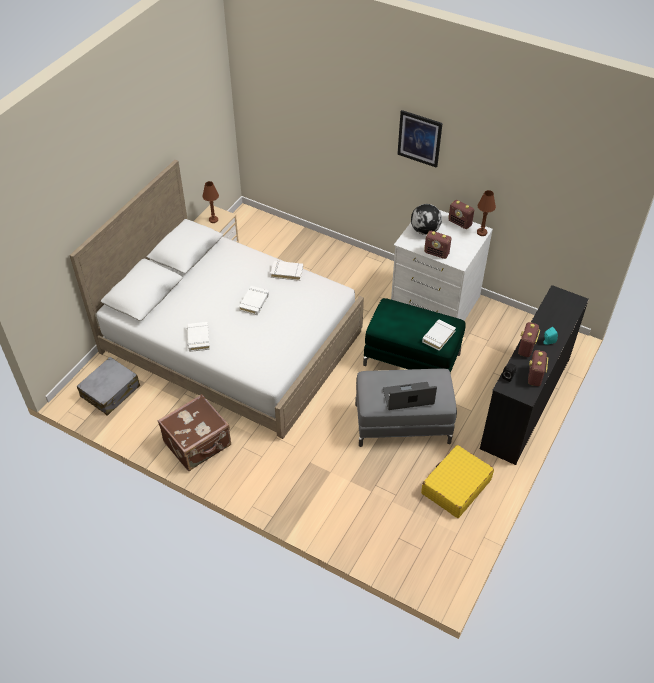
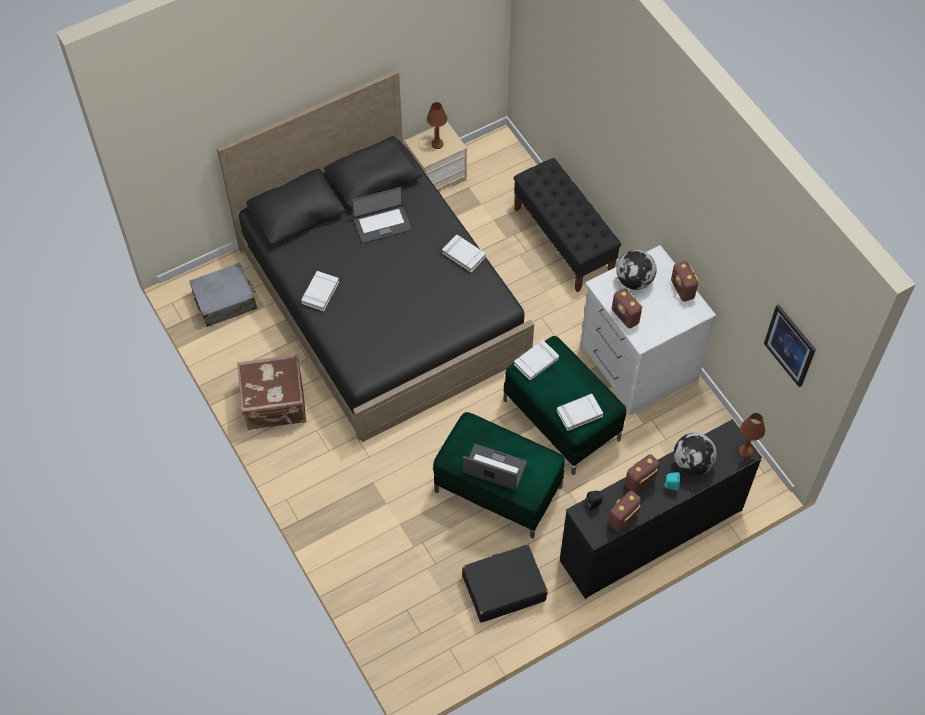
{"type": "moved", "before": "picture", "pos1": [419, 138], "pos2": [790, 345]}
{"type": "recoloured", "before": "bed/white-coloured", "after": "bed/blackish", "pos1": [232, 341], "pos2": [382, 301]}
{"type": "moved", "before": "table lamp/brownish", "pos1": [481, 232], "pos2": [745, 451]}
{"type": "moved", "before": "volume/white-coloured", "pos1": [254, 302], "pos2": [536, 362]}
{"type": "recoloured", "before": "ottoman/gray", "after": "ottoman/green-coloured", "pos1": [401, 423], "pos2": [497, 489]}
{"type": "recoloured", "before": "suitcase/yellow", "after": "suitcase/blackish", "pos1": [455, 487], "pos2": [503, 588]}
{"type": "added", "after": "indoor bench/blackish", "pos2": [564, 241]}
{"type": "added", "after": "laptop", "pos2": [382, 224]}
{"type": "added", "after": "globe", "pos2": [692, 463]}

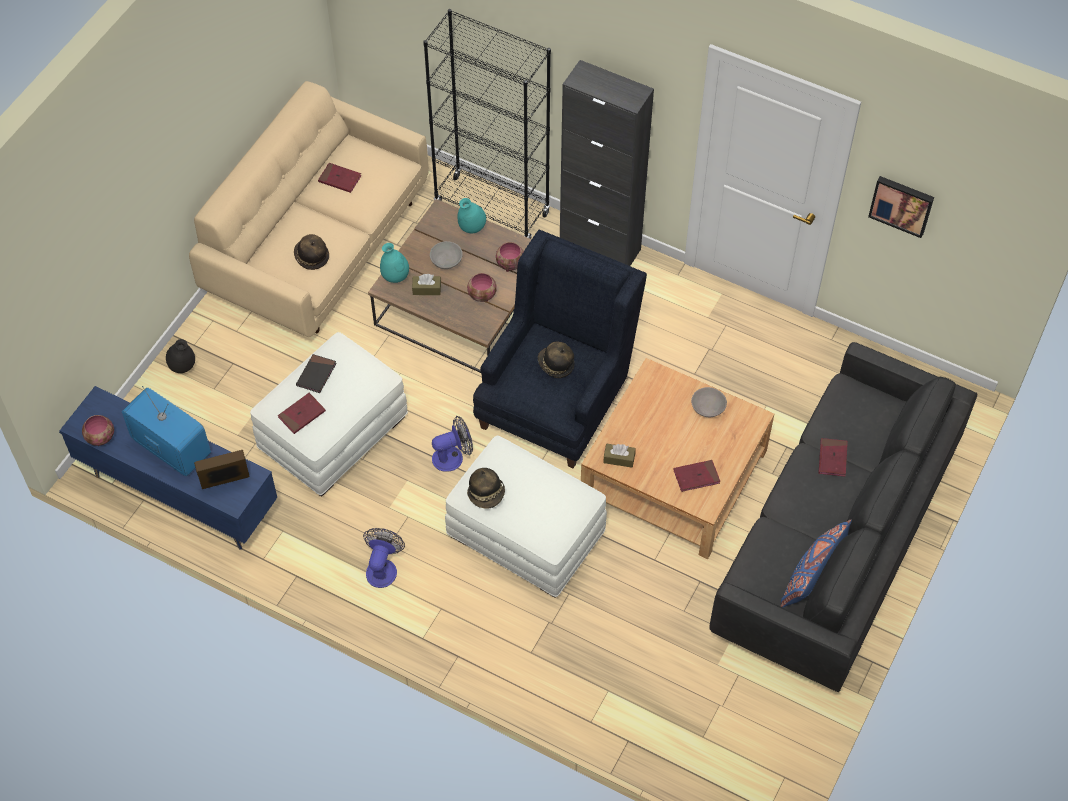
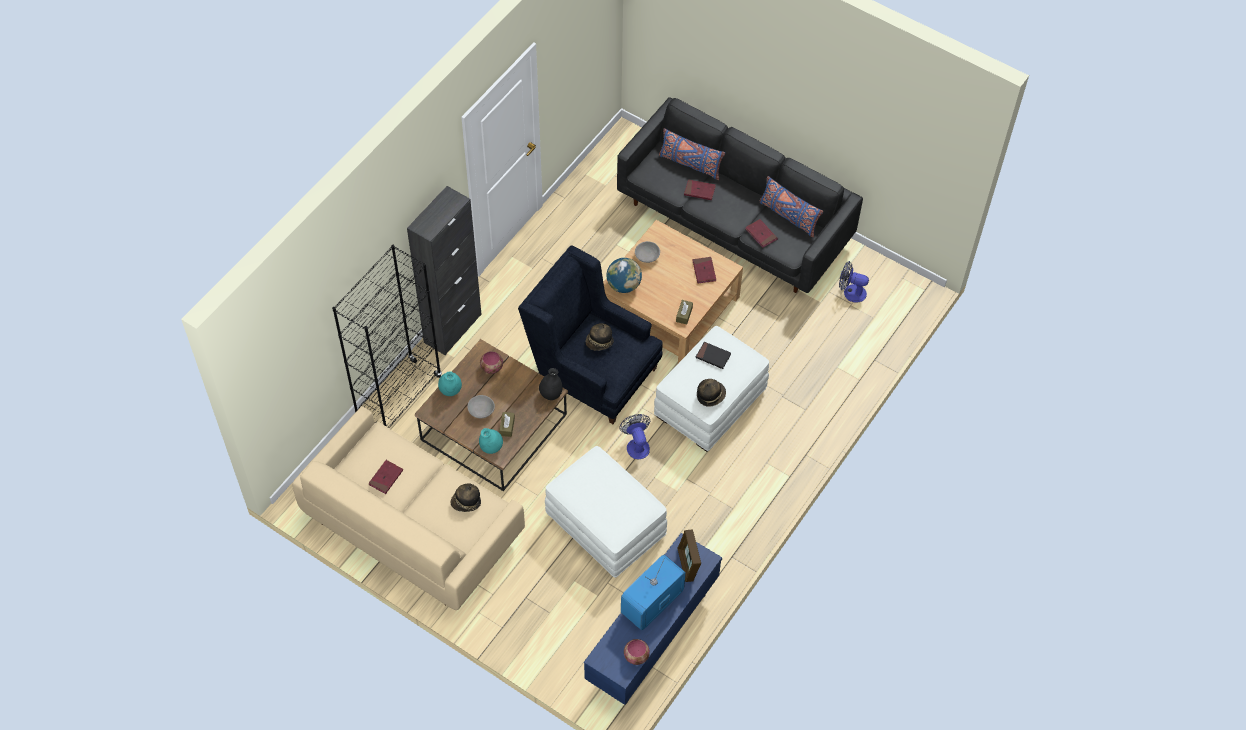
{"type": "removed", "before": "picture", "pos1": [902, 204]}
{"type": "removed", "before": "serving bowl", "pos1": [482, 295]}
{"type": "moved", "before": "decorative vase/blackish", "pos1": [182, 366], "pos2": [551, 394]}
{"type": "moved", "before": "volume/blackish", "pos1": [316, 375], "pos2": [713, 356]}
{"type": "moved", "before": "volume/reddish", "pos1": [302, 414], "pos2": [761, 234]}
{"type": "moved", "before": "fan", "pos1": [383, 567], "pos2": [850, 292]}
{"type": "added", "after": "cushion/blue-coloured", "pos2": [690, 164]}
{"type": "added", "after": "globe", "pos2": [623, 285]}

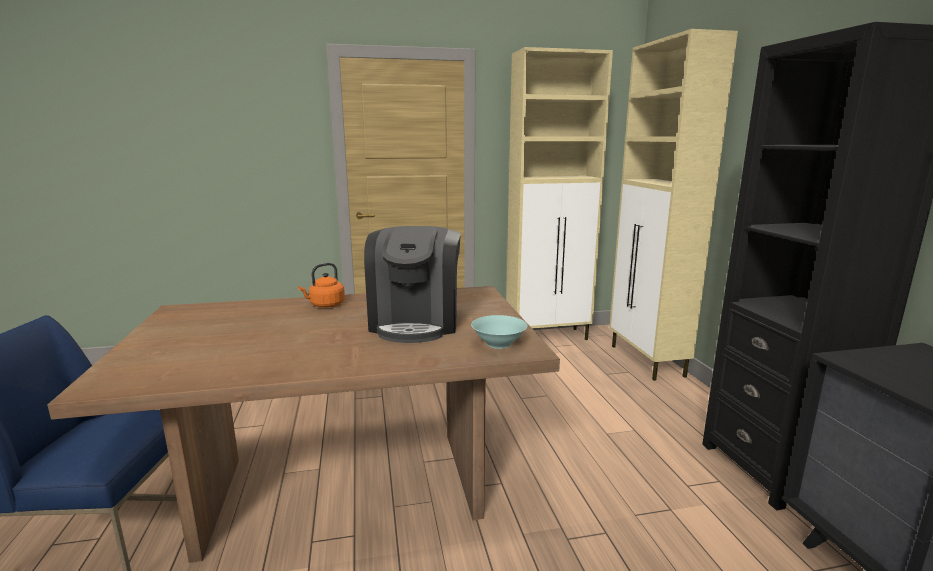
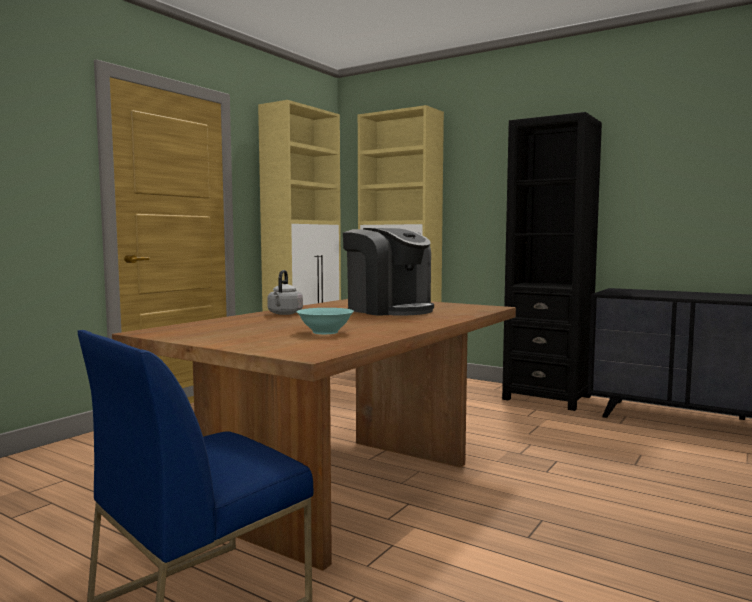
{"type": "recoloured", "before": "tea kettle/orange", "after": "tea kettle/gray", "pos1": [325, 305], "pos2": [284, 314]}
{"type": "moved", "before": "serving bowl/blue-green", "pos1": [499, 344], "pos2": [326, 332]}

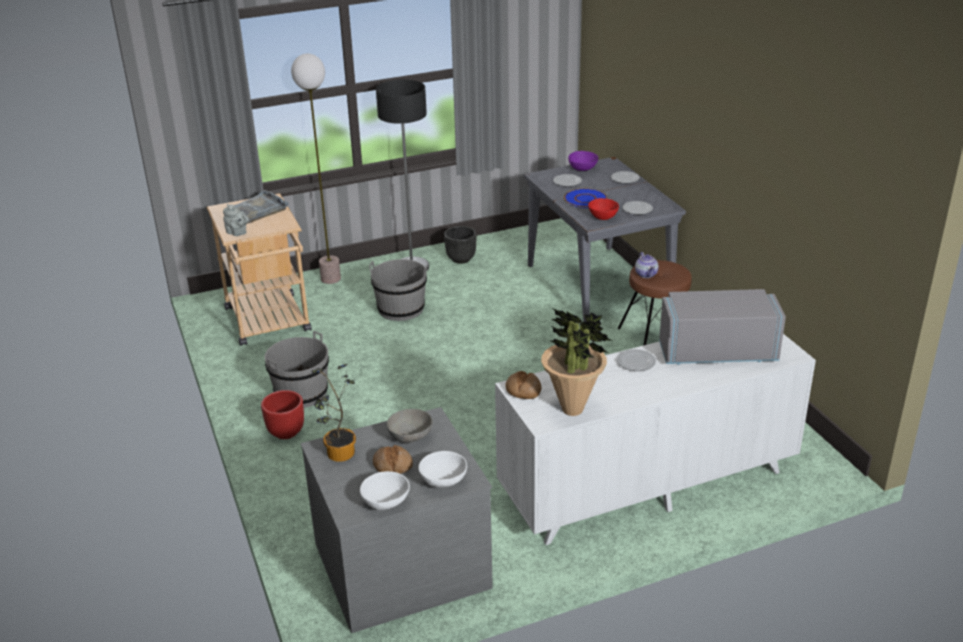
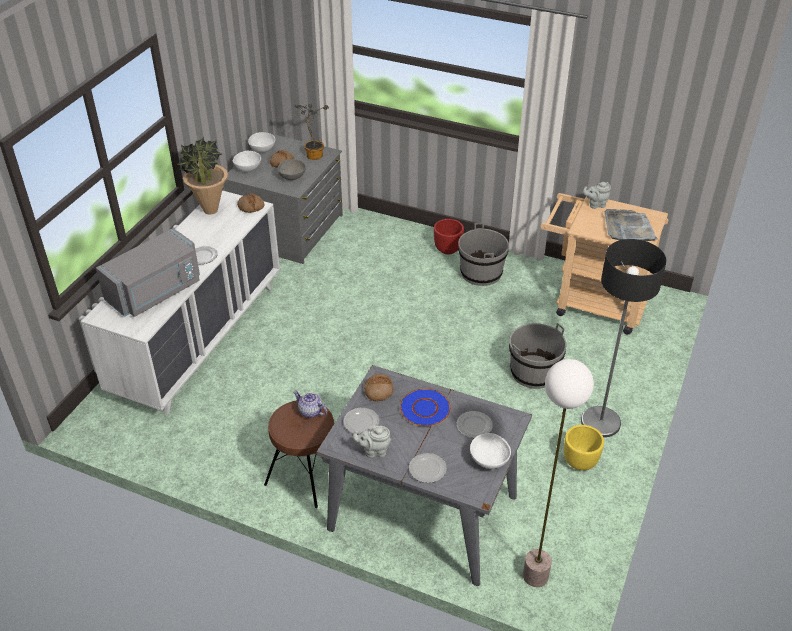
{"type": "moved", "before": "standing lamp", "pos1": [331, 278], "pos2": [536, 576]}
{"type": "recoloured", "before": "serving bowl/purplish", "after": "serving bowl/white-coloured", "pos1": [582, 169], "pos2": [488, 459]}
{"type": "replaced", "before": "serving bowl/reddish", "after": "bread", "pos1": [603, 218], "pos2": [378, 390]}
{"type": "recoloured", "before": "plant pot/blackish", "after": "plant pot/yellow", "pos1": [461, 259], "pos2": [580, 462]}
{"type": "added", "after": "pot for tea/gray", "pos2": [374, 451]}

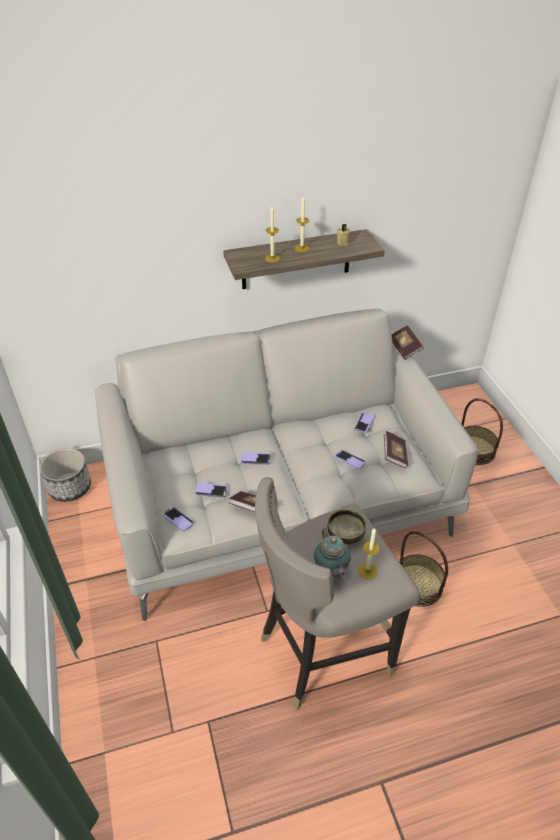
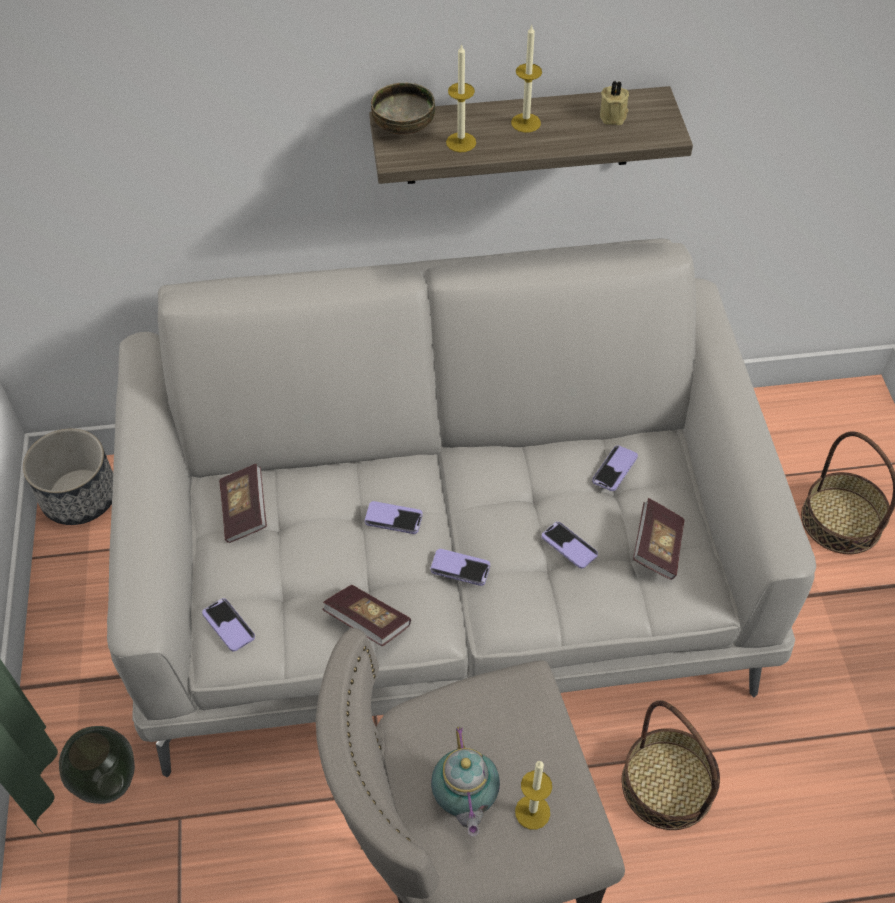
{"type": "moved", "before": "volume", "pos1": [404, 348], "pos2": [245, 512]}
{"type": "moved", "before": "handset", "pos1": [211, 490], "pos2": [460, 568]}
{"type": "moved", "before": "serving bowl", "pos1": [345, 535], "pos2": [403, 128]}
{"type": "added", "after": "decorative vase", "pos2": [109, 784]}

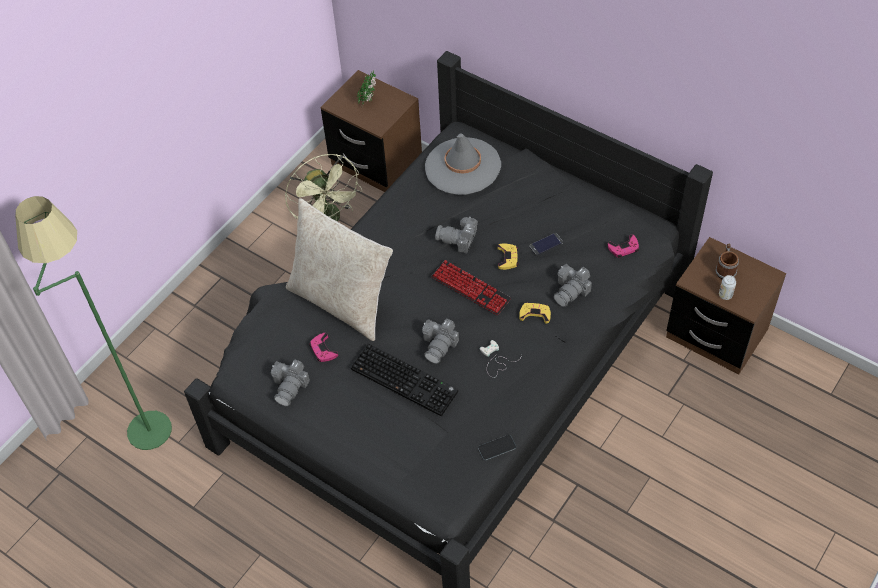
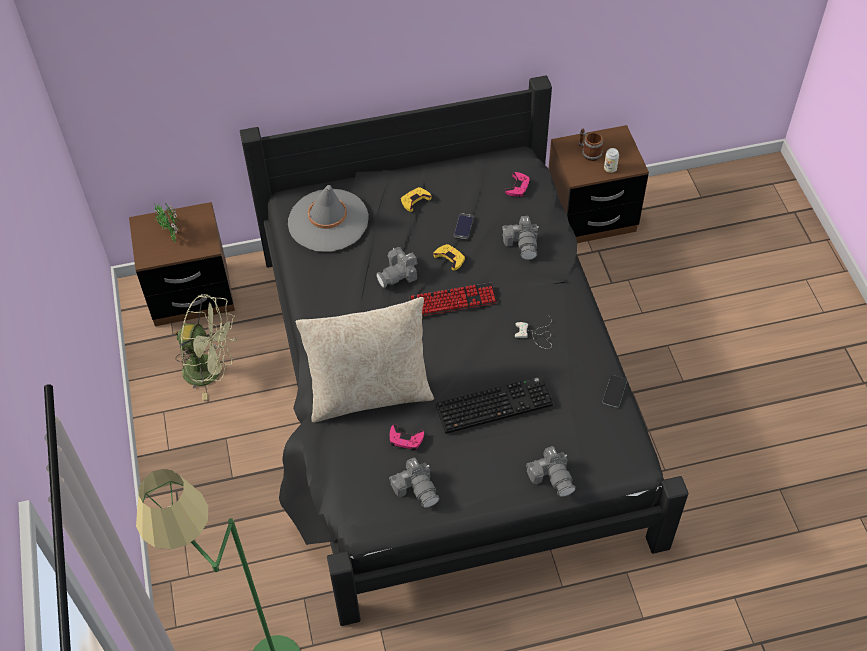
{"type": "moved", "before": "game controller/yellow", "pos1": [535, 314], "pos2": [415, 200]}
{"type": "moved", "before": "still camera", "pos1": [439, 345], "pos2": [552, 477]}

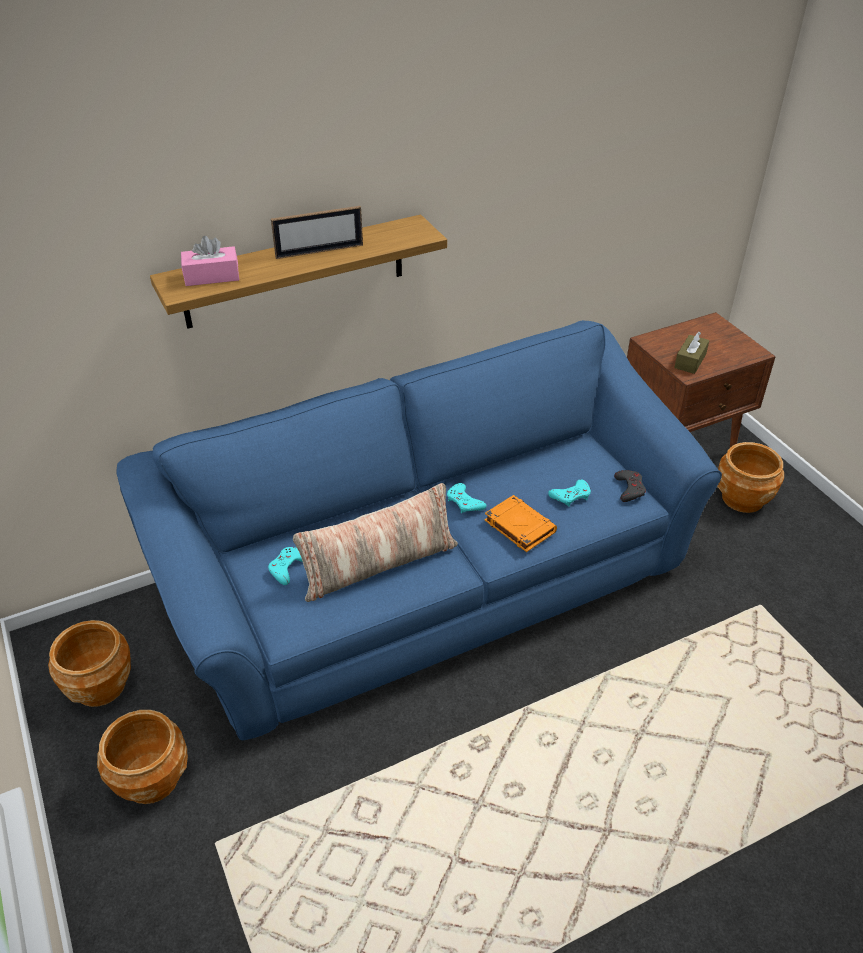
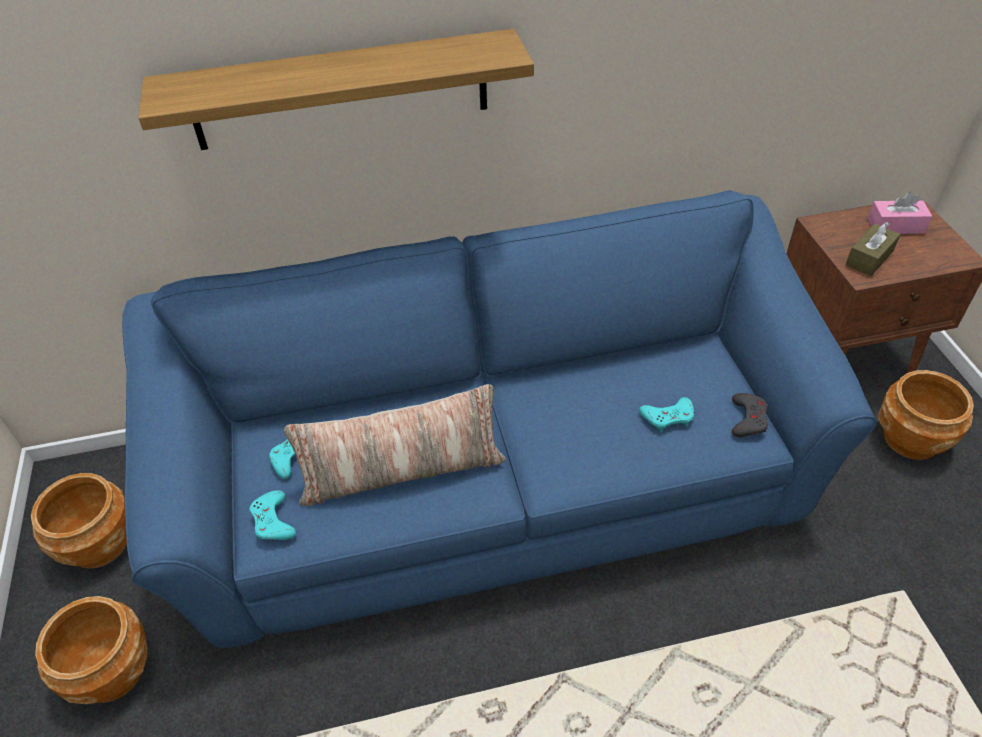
{"type": "removed", "before": "picture frame", "pos1": [319, 251]}
{"type": "moved", "before": "tissue box/pink", "pos1": [212, 276], "pos2": [895, 226]}
{"type": "moved", "before": "game controller/blue-green", "pos1": [464, 502], "pos2": [273, 521]}
{"type": "removed", "before": "volume/orange", "pos1": [519, 526]}

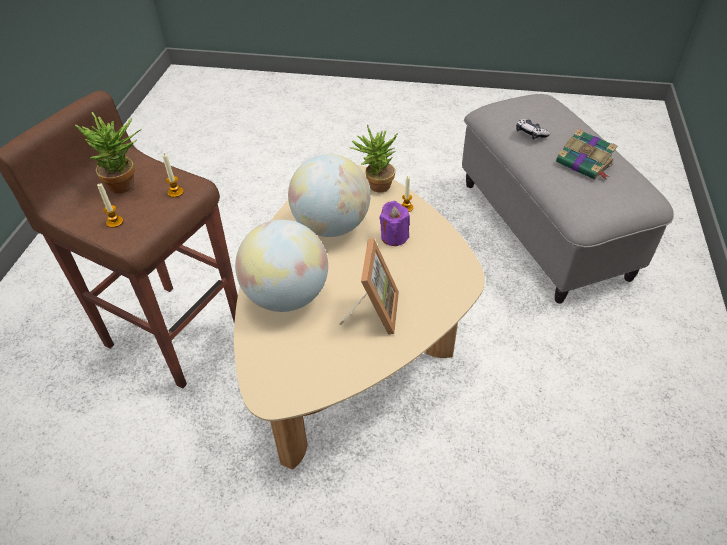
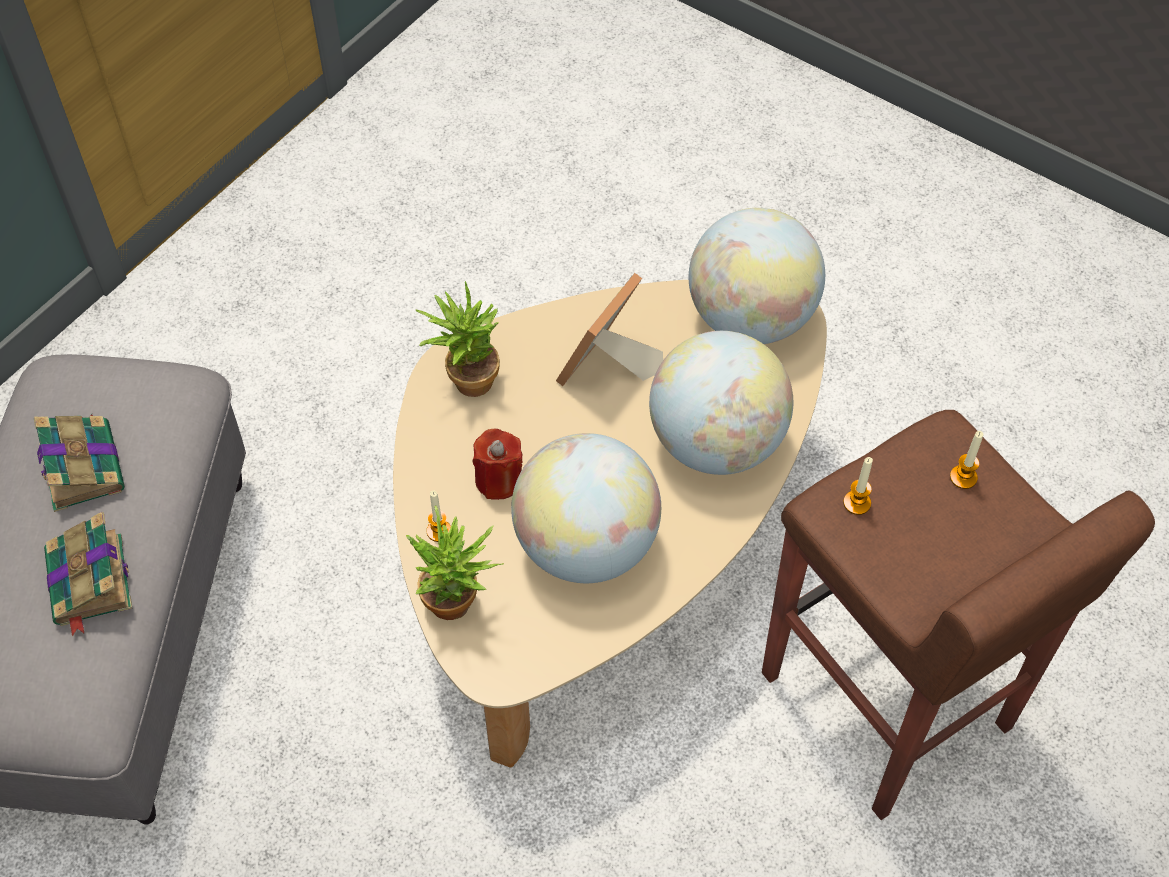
{"type": "moved", "before": "houseplant", "pos1": [127, 185], "pos2": [466, 379]}
{"type": "replaced", "before": "game controller", "after": "volume", "pos1": [530, 133], "pos2": [90, 582]}
{"type": "recoloured", "before": "wax candle/purplish", "after": "wax candle/reddish", "pos1": [394, 237], "pos2": [499, 480]}
{"type": "added", "after": "globe", "pos2": [750, 318]}

